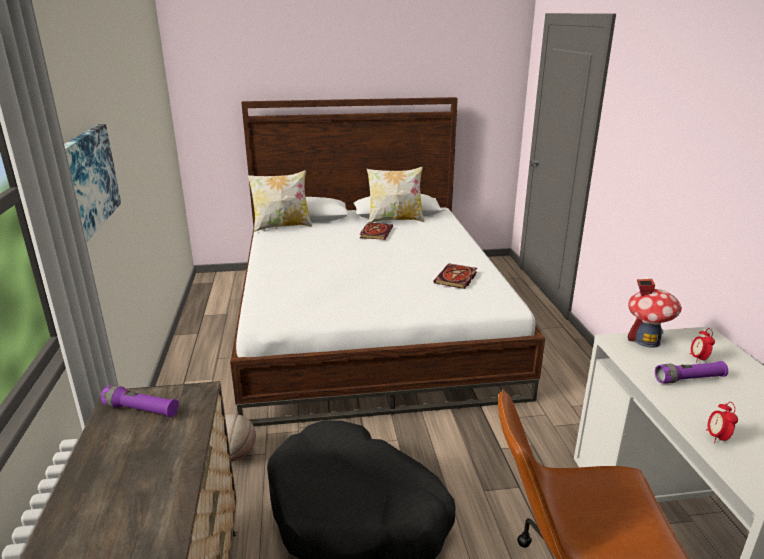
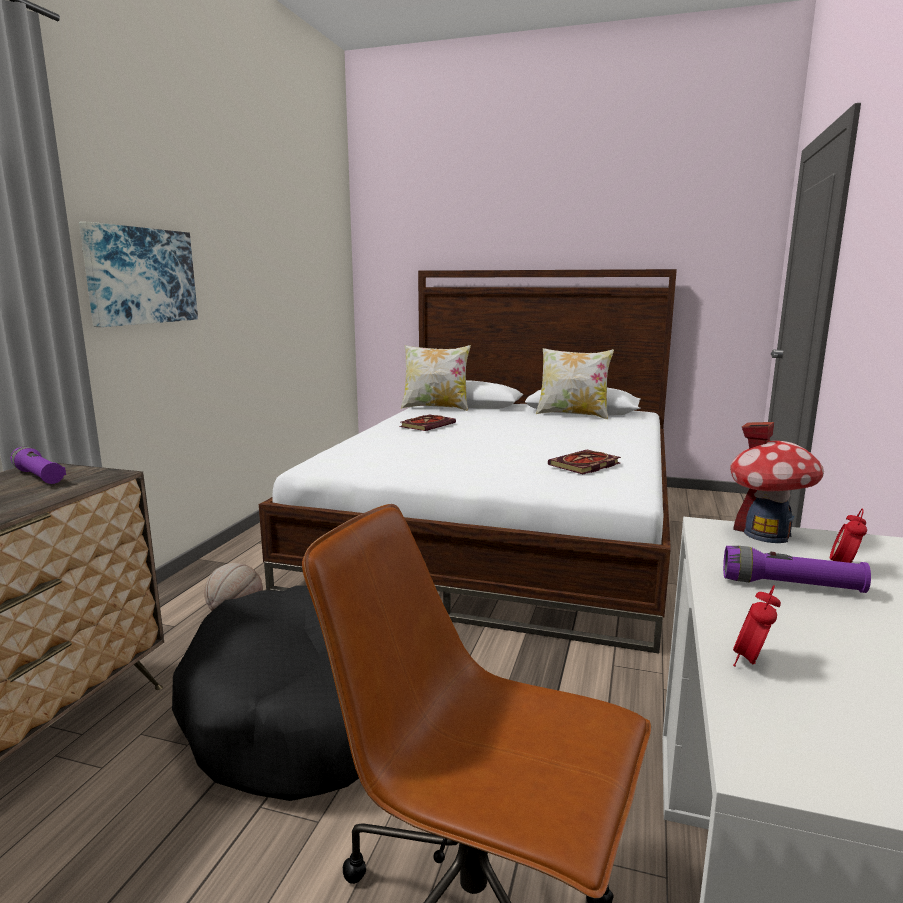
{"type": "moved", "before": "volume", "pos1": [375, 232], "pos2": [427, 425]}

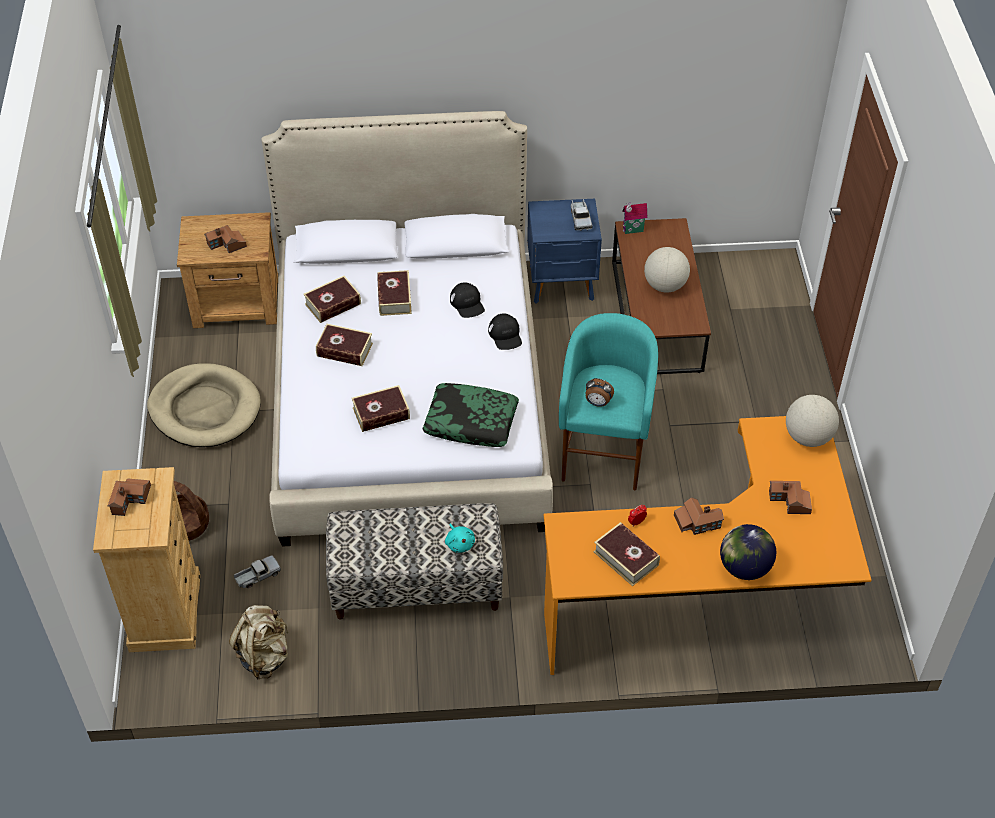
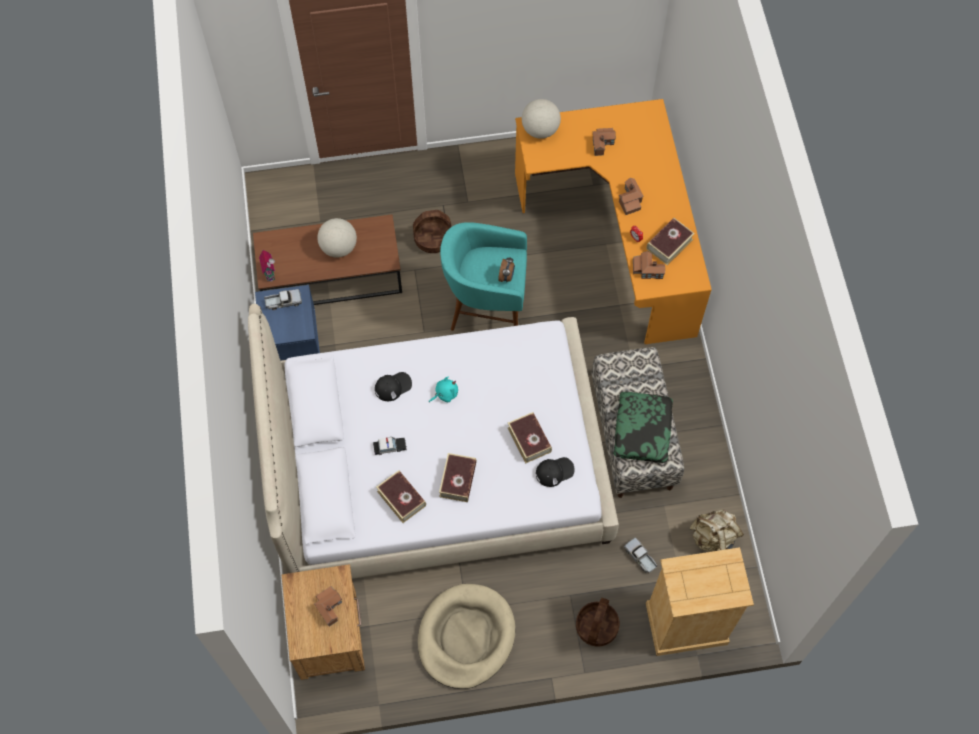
{"type": "replaced", "before": "volume", "after": "miniature car", "pos1": [394, 298], "pos2": [390, 447]}
{"type": "moved", "before": "peaked cap/blackish", "pos1": [505, 335], "pos2": [554, 471]}
{"type": "moved", "before": "cushion", "pos1": [470, 422], "pos2": [642, 430]}
{"type": "moved", "before": "toy house", "pos1": [131, 499], "pos2": [647, 269]}
{"type": "moved", "before": "soft toy/blue-green", "pos1": [459, 543], "pos2": [445, 394]}
{"type": "removed", "before": "globe", "pos1": [744, 568]}
{"type": "added", "after": "basket", "pos2": [433, 239]}

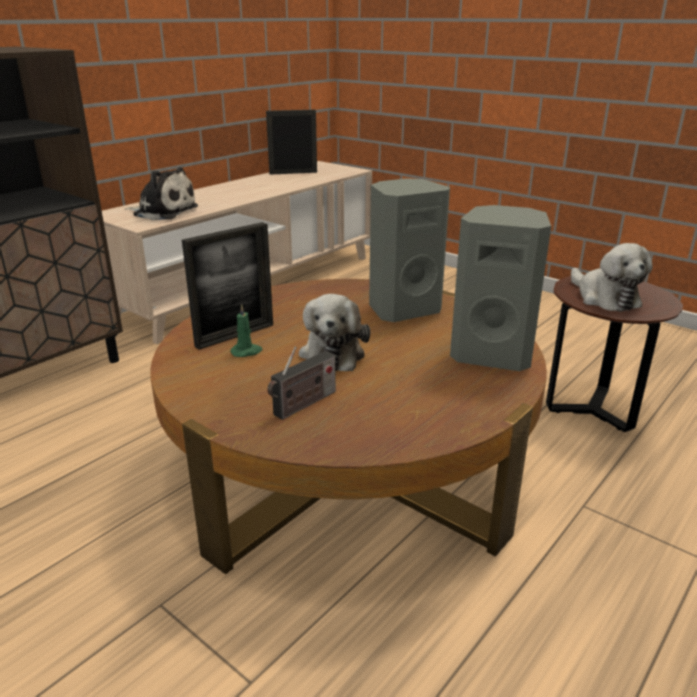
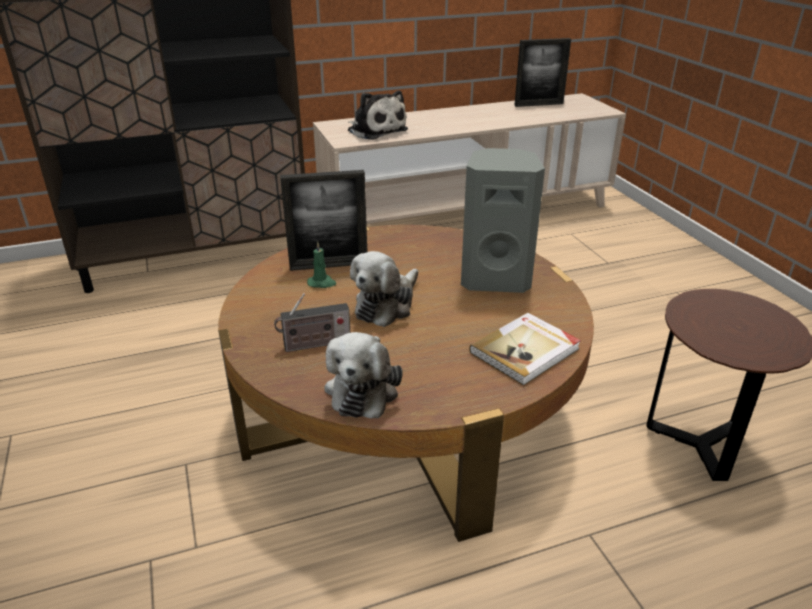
{"type": "turned", "before": "picture frame", "pos1": [293, 173], "pos2": [538, 104], "turn": 150}
{"type": "replaced", "before": "loudspeaker/gray", "after": "volume", "pos1": [492, 355], "pos2": [526, 351]}
{"type": "moved", "before": "soft toy", "pos1": [604, 298], "pos2": [363, 389]}

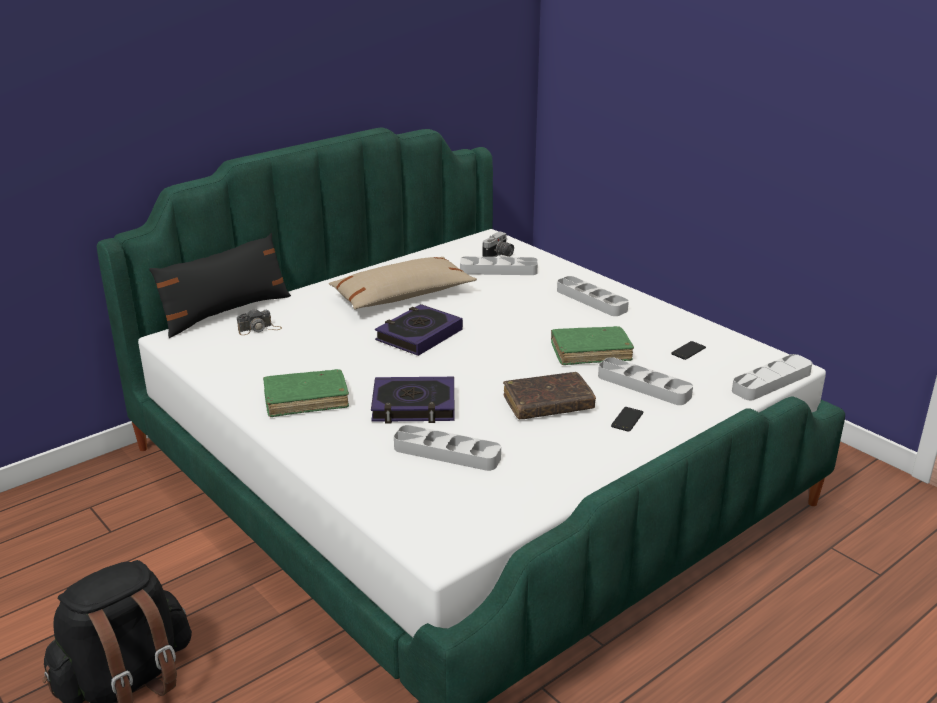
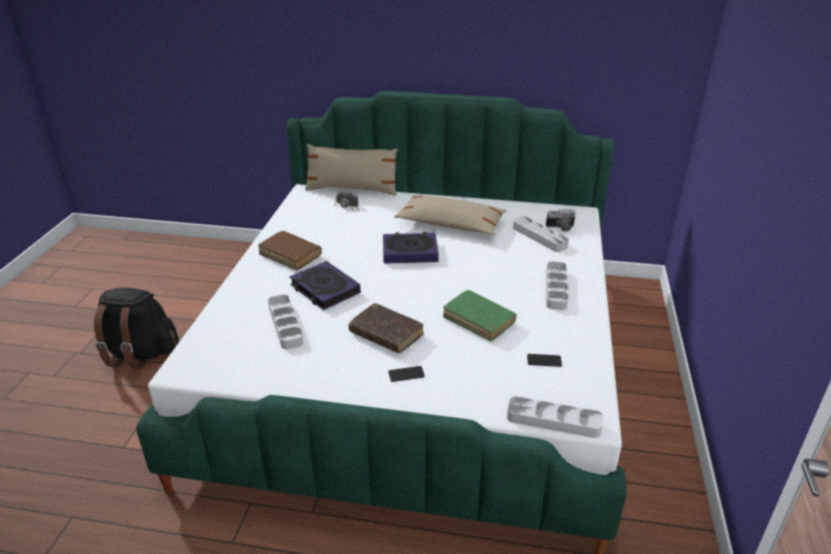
{"type": "recoloured", "before": "cushion/blackish", "after": "cushion/sand-coloured", "pos1": [226, 312], "pos2": [352, 189]}
{"type": "removed", "before": "carrying tray/gray", "pos1": [644, 386]}
{"type": "recoloured", "before": "volume/green-coloured", "after": "volume/brownish", "pos1": [306, 400], "pos2": [290, 255]}

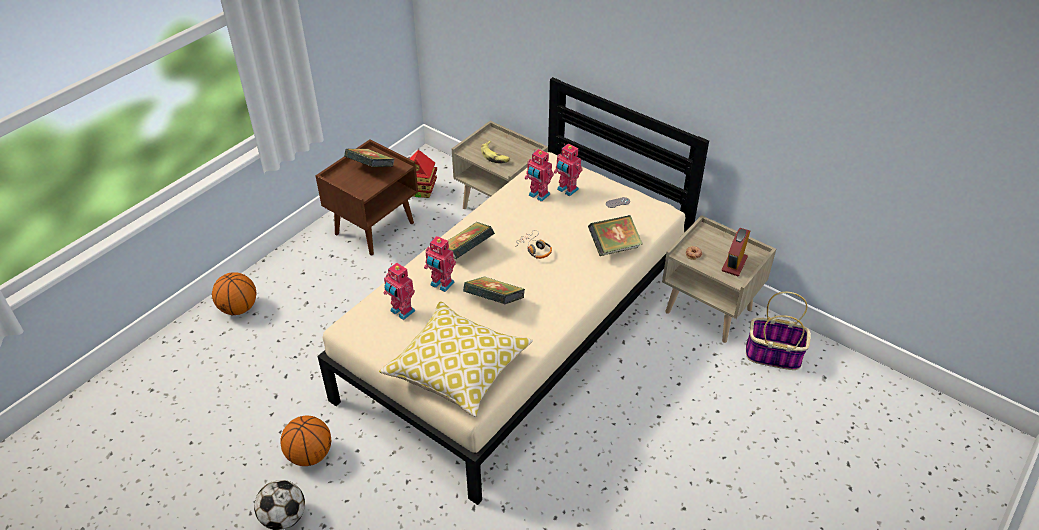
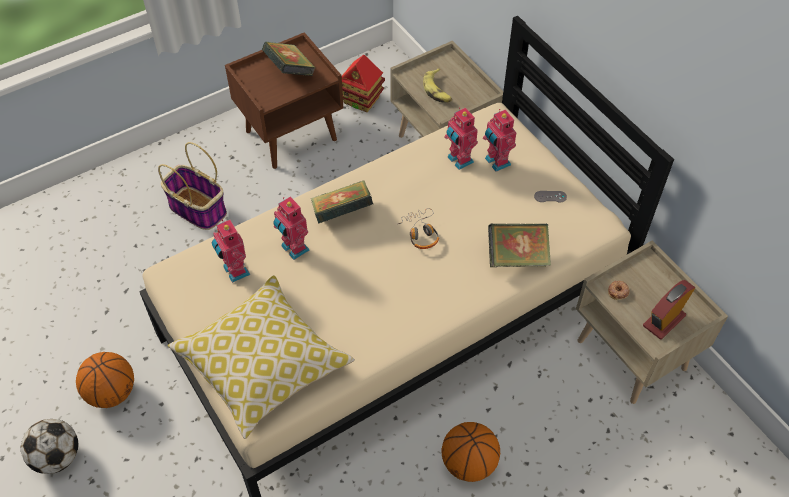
{"type": "moved", "before": "basketball ball", "pos1": [239, 308], "pos2": [469, 463]}
{"type": "removed", "before": "volume", "pos1": [494, 302]}
{"type": "moved", "before": "basket", "pos1": [772, 355], "pos2": [196, 209]}

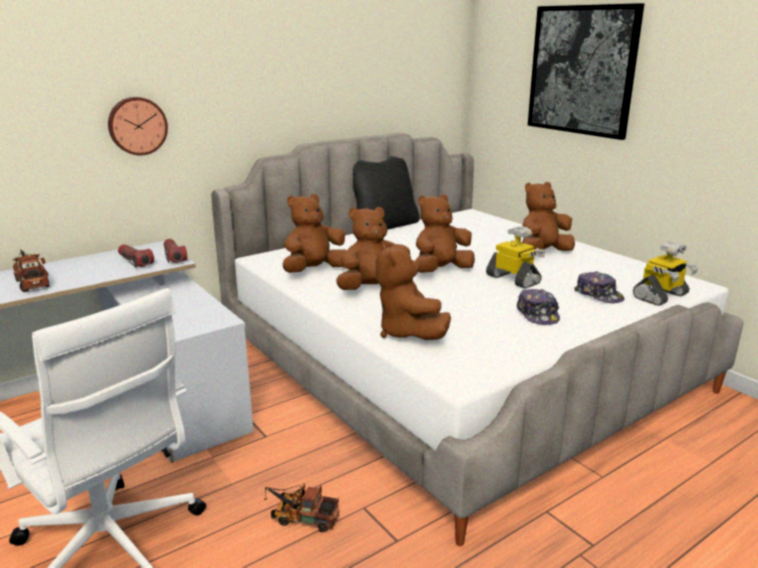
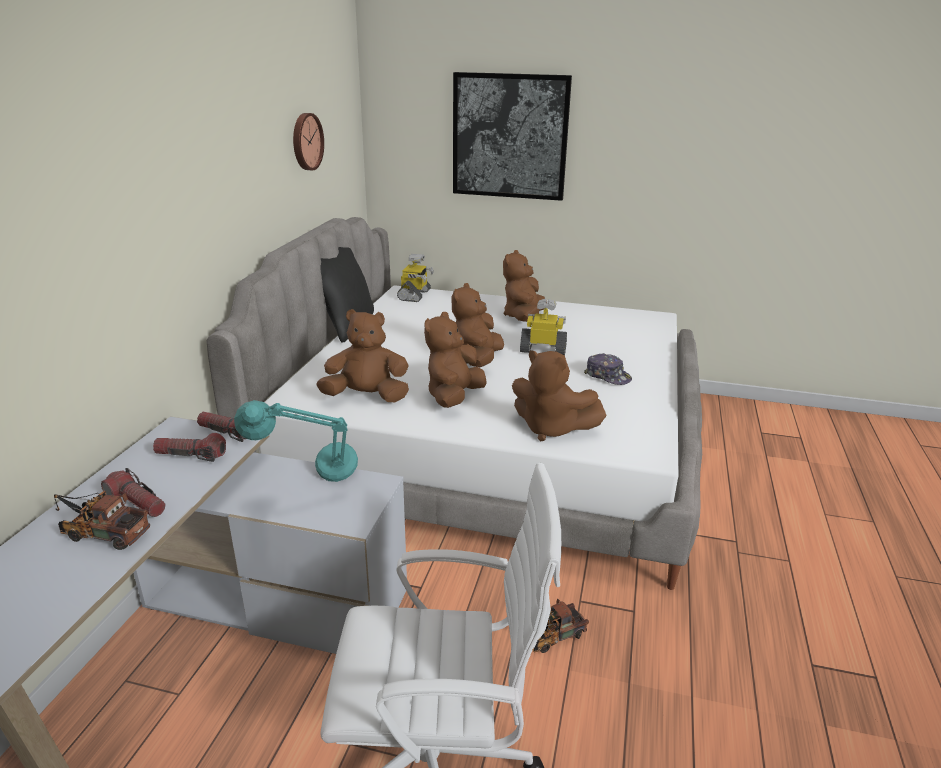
{"type": "moved", "before": "clock on the wall", "pos1": [137, 126], "pos2": [306, 141]}
{"type": "turned", "before": "soft toy/brownish", "pos1": [314, 270], "pos2": [367, 397], "turn": 75}
{"type": "moved", "before": "robot figure", "pos1": [661, 296], "pos2": [415, 295]}
{"type": "removed", "before": "peaked cap", "pos1": [599, 295]}
{"type": "added", "after": "table lamp/blue-green", "pos2": [310, 491]}
{"type": "added", "after": "flashlight", "pos2": [136, 502]}

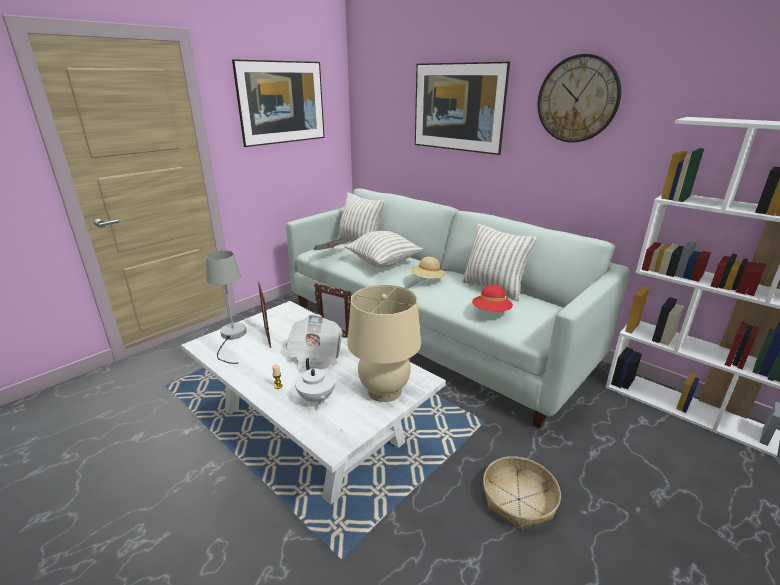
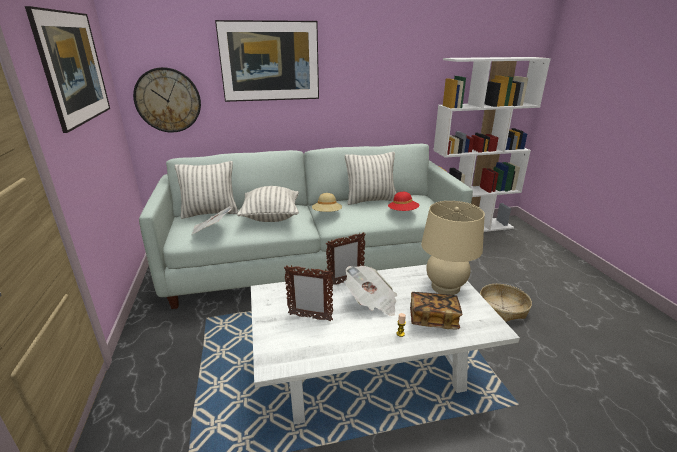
{"type": "moved", "before": "clock on the wall", "pos1": [577, 99], "pos2": [168, 100]}
{"type": "removed", "before": "table lamp/gray", "pos1": [232, 337]}
{"type": "replaced", "before": "pot for tea/white-coloured", "after": "volume", "pos1": [316, 398], "pos2": [433, 319]}

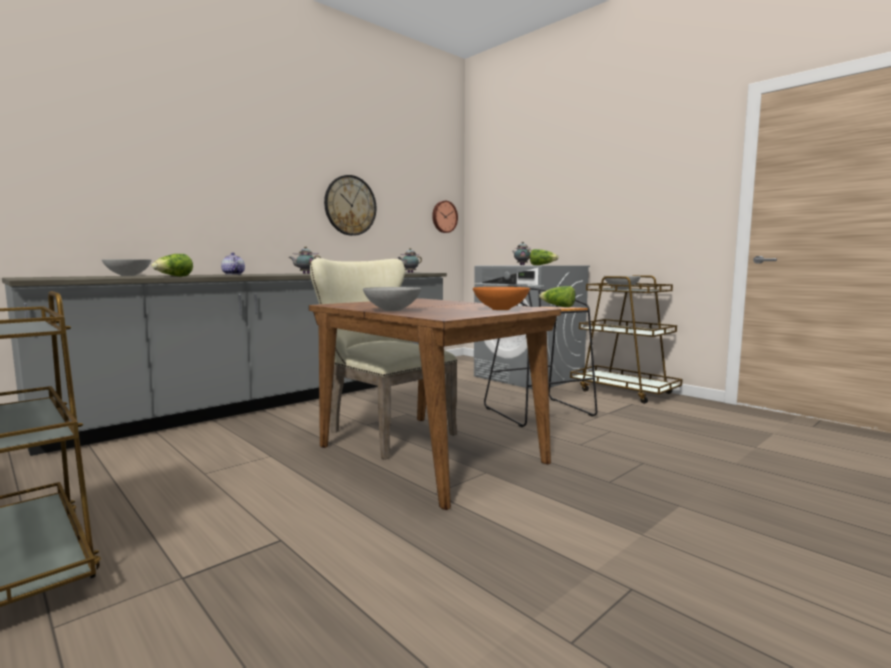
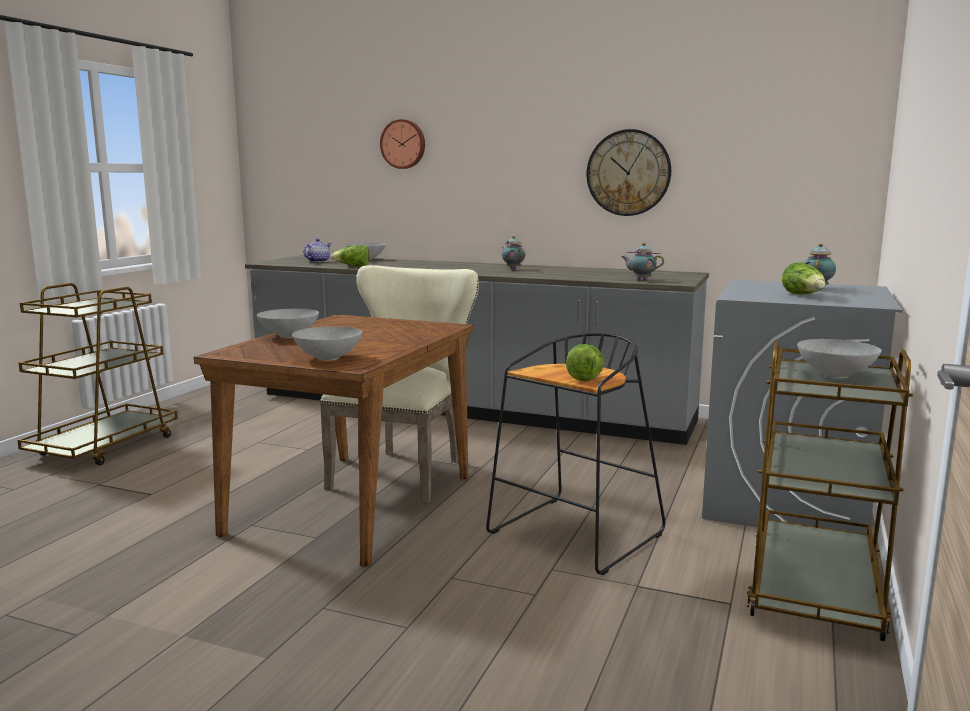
{"type": "moved", "before": "clock on the wall", "pos1": [444, 217], "pos2": [403, 144]}
{"type": "moved", "before": "pot for tea", "pos1": [232, 274], "pos2": [318, 261]}
{"type": "recoloured", "before": "serving bowl/orange", "after": "serving bowl/gray", "pos1": [501, 309], "pos2": [329, 358]}

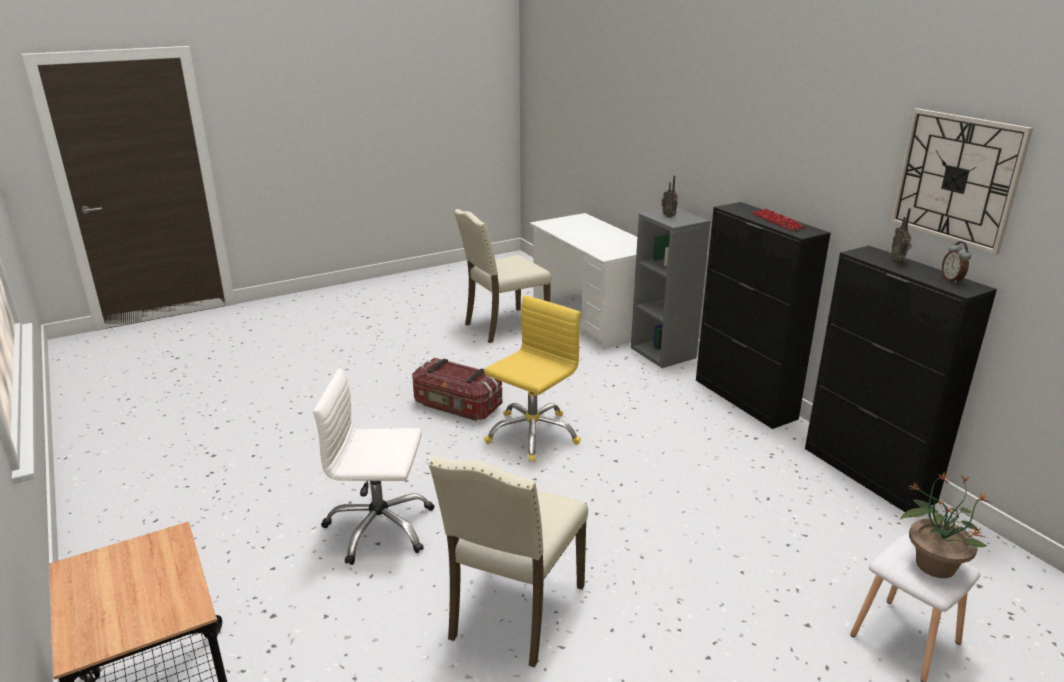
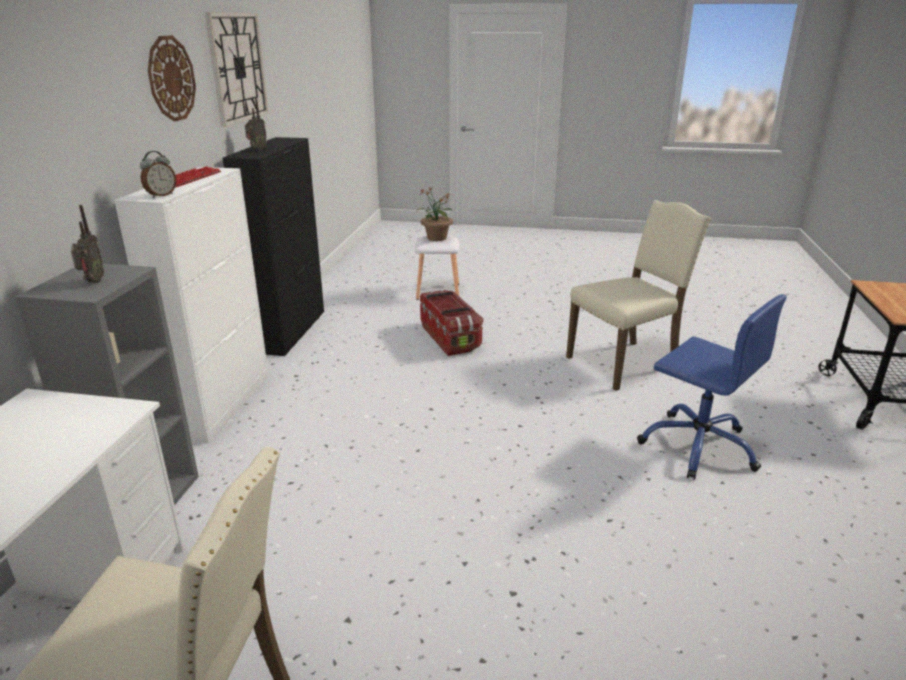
{"type": "recoloured", "before": "storage cabinet/blackish", "after": "storage cabinet/white-coloured", "pos1": [745, 399], "pos2": [223, 404]}
{"type": "moved", "before": "table clock", "pos1": [952, 280], "pos2": [161, 195]}
{"type": "removed", "before": "office chair/yellow", "pos1": [532, 434]}
{"type": "moved", "before": "storage container", "pos1": [456, 406], "pos2": [450, 337]}
{"type": "recoloured", "before": "office chair/white-coloured", "after": "office chair/blue-coloured", "pos1": [379, 528], "pos2": [698, 446]}
{"type": "added", "after": "clock on the wall", "pos2": [171, 78]}

